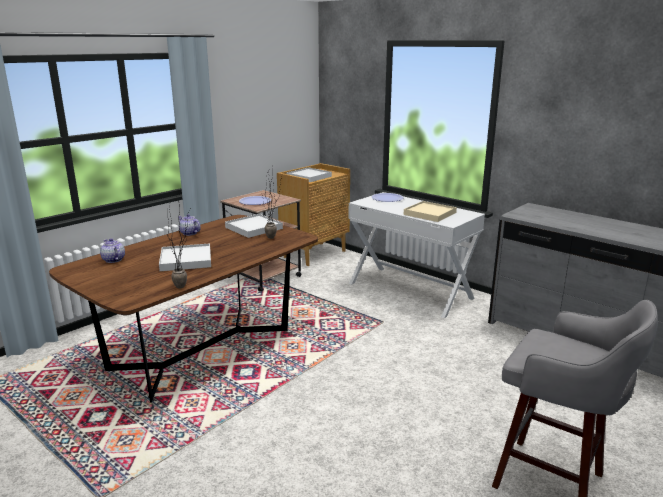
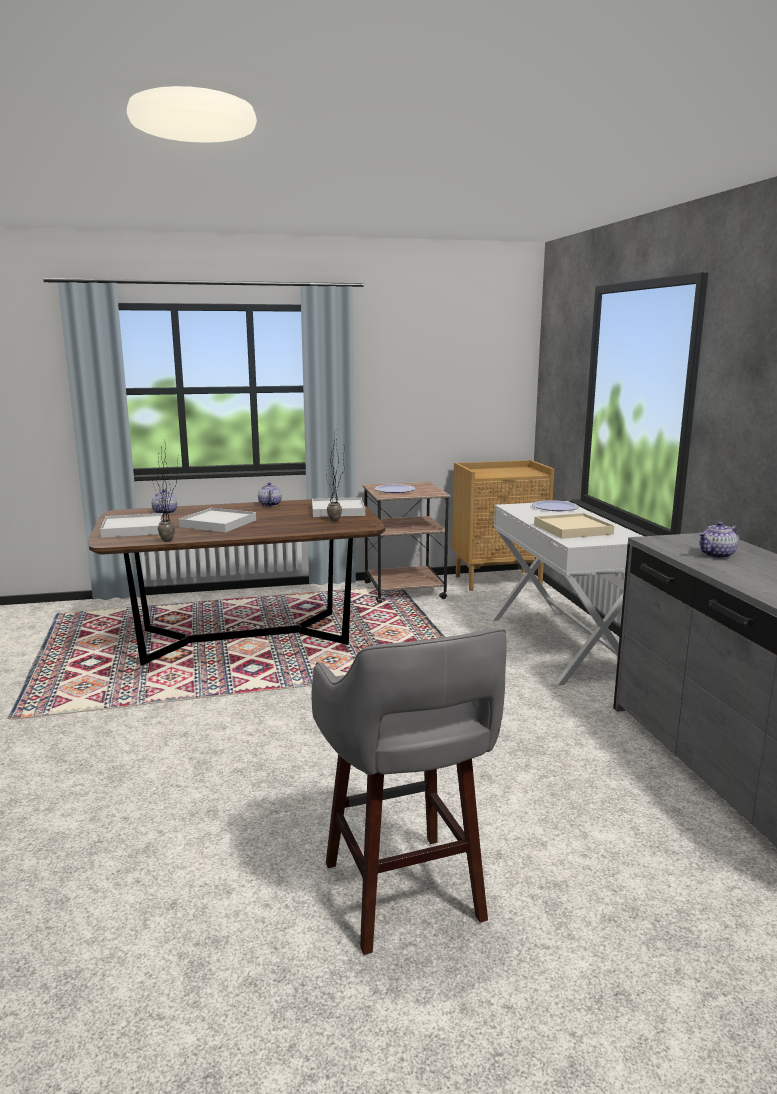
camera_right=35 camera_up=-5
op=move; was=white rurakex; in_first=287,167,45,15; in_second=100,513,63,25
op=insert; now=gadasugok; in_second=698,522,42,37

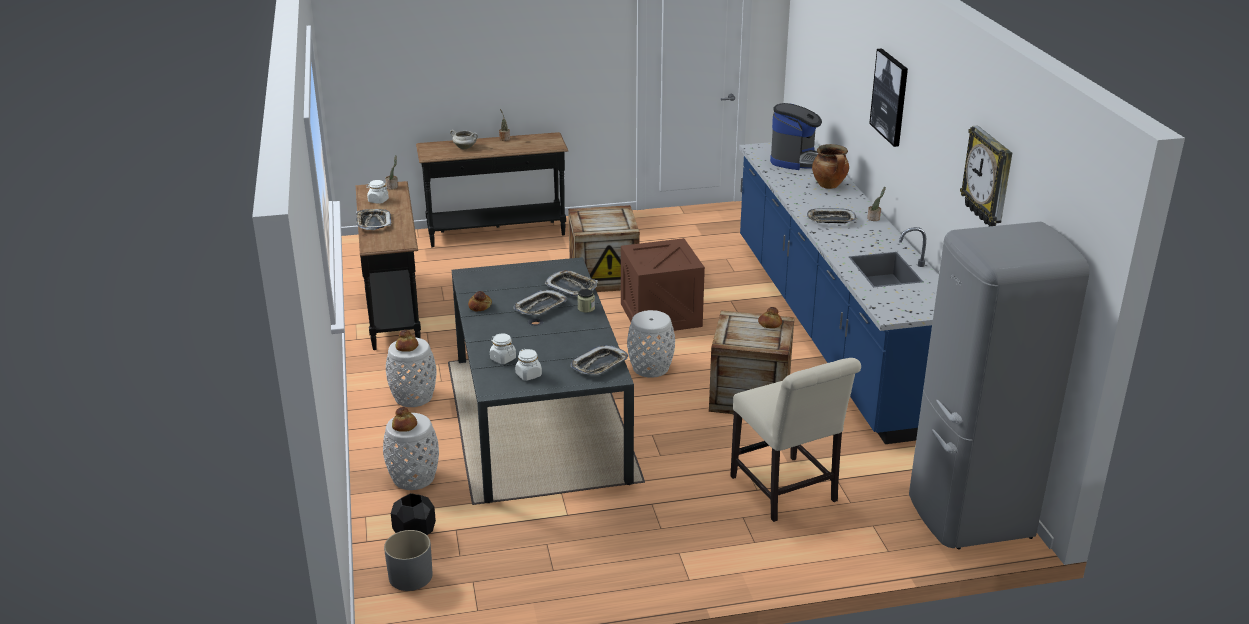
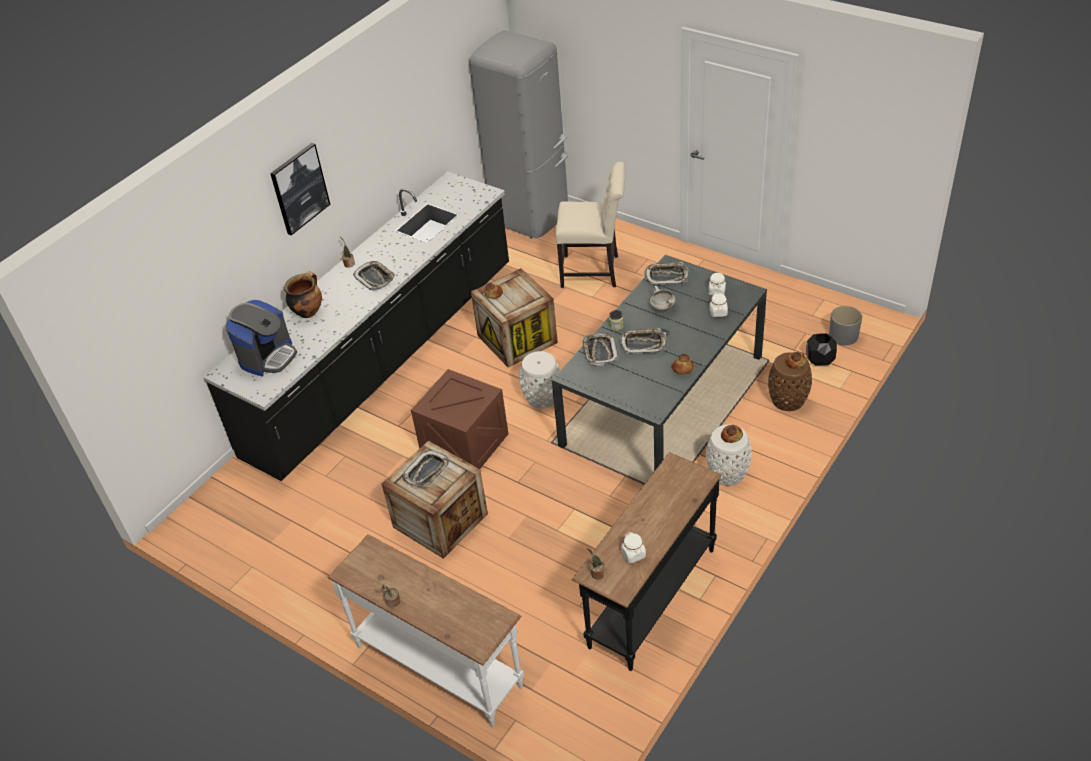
camera_right=-130 camera_up=15
op=rotate; was=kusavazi; in_first=770,103,52,67; in_second=226,300,71,76; clockwise=135
op=delete; was=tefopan; in_first=960,126,52,100
op=move; was=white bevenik; in_first=450,130,28,19; in_second=650,286,26,25
op=recolor; was=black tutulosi; now=white tutulosi; in_first=416,132,152,116; in_second=327,534,197,193
op=recolor; was=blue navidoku; now=black navidoku; in_first=739,142,200,302; in_second=203,171,306,310
op=move; was=rurakex; in_first=356,209,36,21; in_second=403,450,46,37
op=rotate; was=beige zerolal; in_first=730,358,131,164; in_second=555,162,70,126; clockwise=75
op=recolor; was=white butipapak; now=brown butipapak; in_first=383,413,56,77; in_second=768,352,44,59

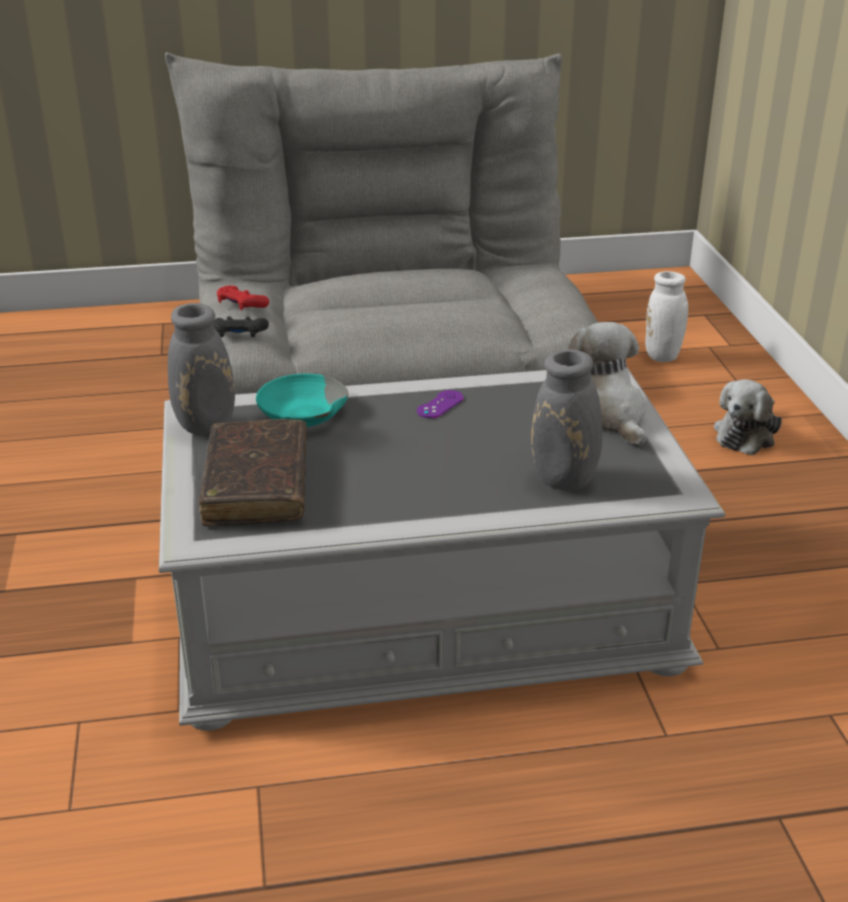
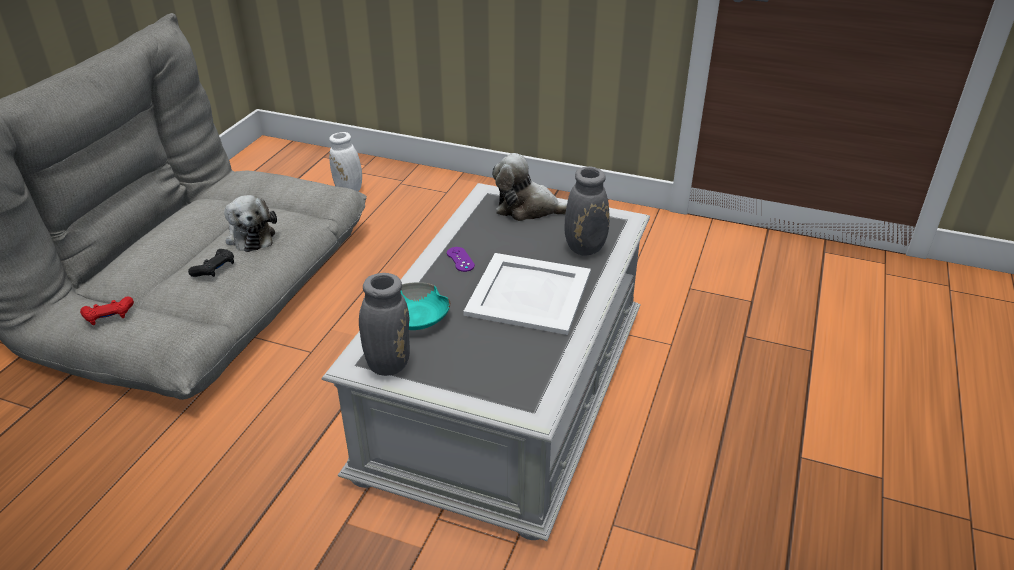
camera_right=-60 camera_up=5
op=move; was=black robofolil; in_first=214,316,55,22; in_second=188,249,46,28
op=move; was=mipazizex; in_first=714,379,68,76; in_second=224,195,53,57
op=delete; was=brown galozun; in_first=199,419,108,107
op=insert; now=white rurakex; in_second=463,253,128,82

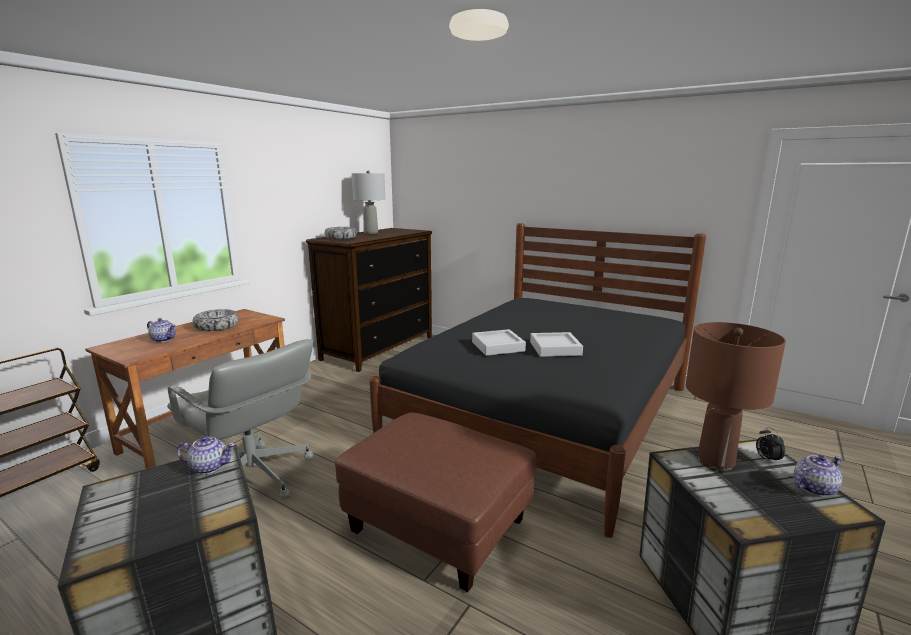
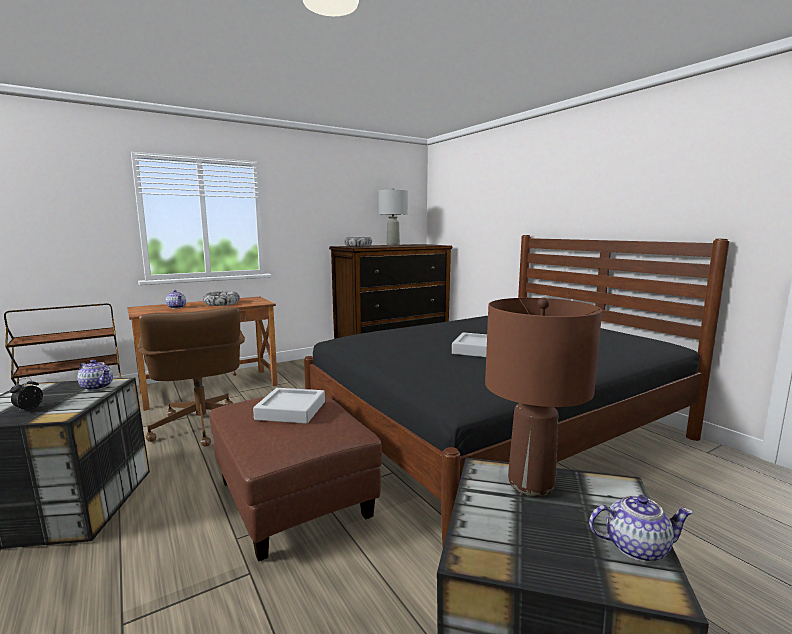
camera_right=25 camera_up=-5
op=move; was=grey rurakex; in_first=472,329,54,27; in_second=253,388,72,36
op=recolor; was=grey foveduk; now=brown foveduk; in_first=167,339,147,161; in_second=138,307,107,139
op=move; was=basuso; in_first=756,427,29,36; in_second=10,378,33,33

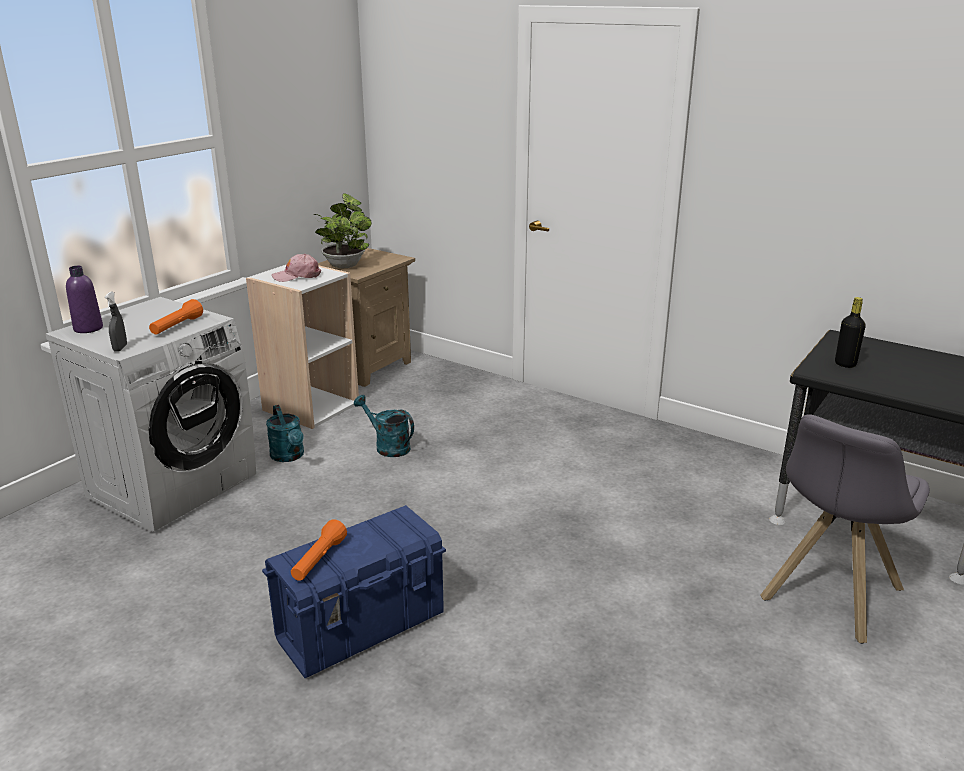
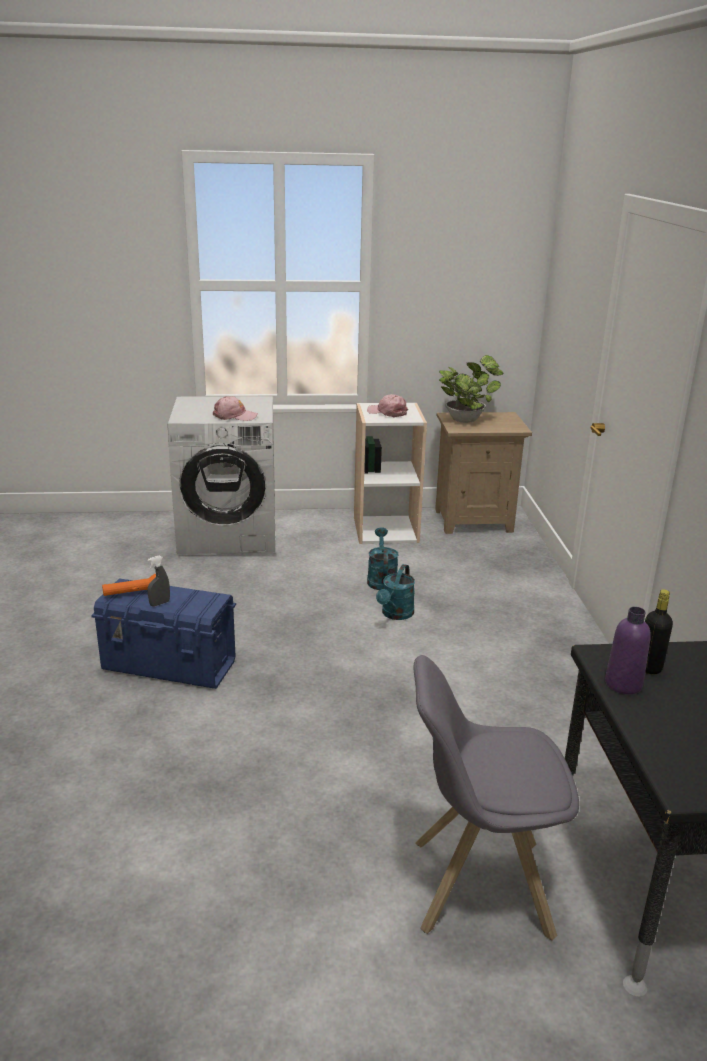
camera_right=50 camera_up=0
op=move; was=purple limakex; in_first=66,266,37,67; in_second=605,607,46,87
op=move; was=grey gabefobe; in_first=105,292,22,60; in_second=147,556,23,51
op=replace; was=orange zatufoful; now=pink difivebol; in_first=149,299,54,36; in_second=213,396,45,25
op=move; was=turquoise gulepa; in_first=266,405,38,57; in_second=376,564,39,56

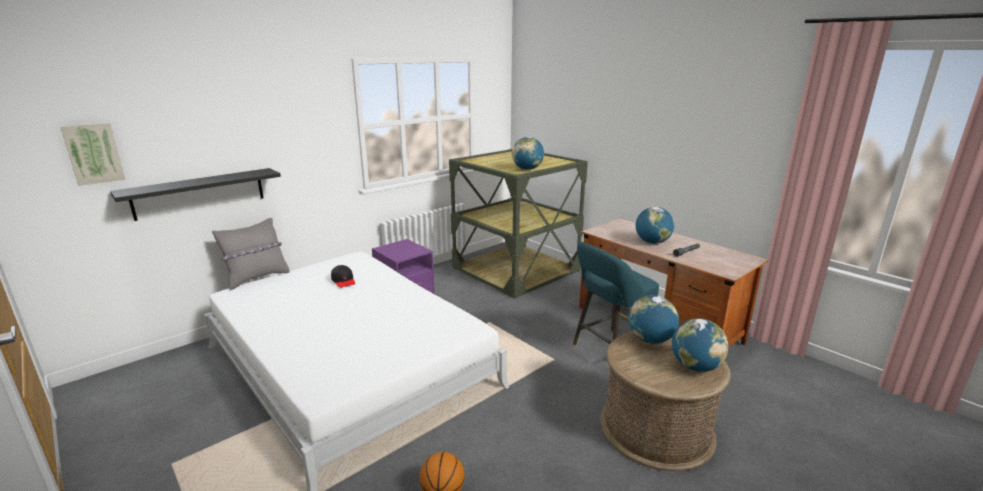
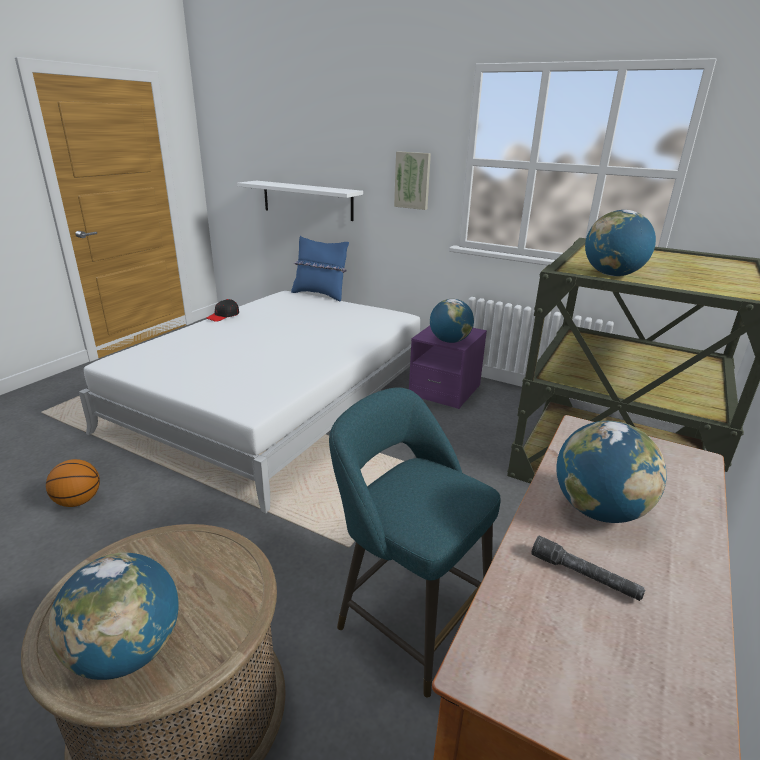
camera_right=70 camera_up=5
op=move; was=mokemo; in_first=60,123,66,63; in_second=394,151,37,59
op=recolor; was=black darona; now=white darona; in_first=110,168,171,53; in_second=237,181,126,40
op=recolor; was=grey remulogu; now=blue remulogu; in_first=212,218,77,72; in_second=291,236,58,65
op=move; was=black difivebol; in_first=331,265,24,23; in_second=206,299,33,23
op=move; was=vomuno; in_first=629,295,50,49; in_second=430,299,44,44

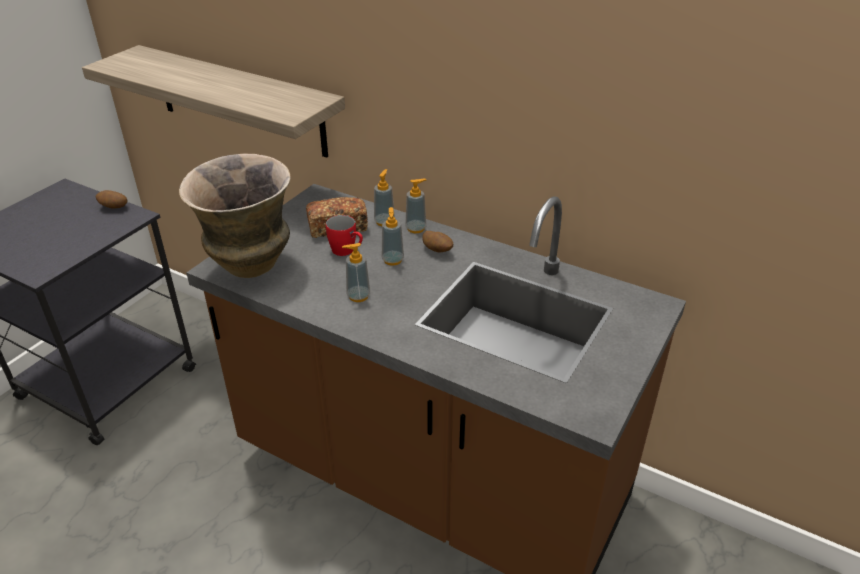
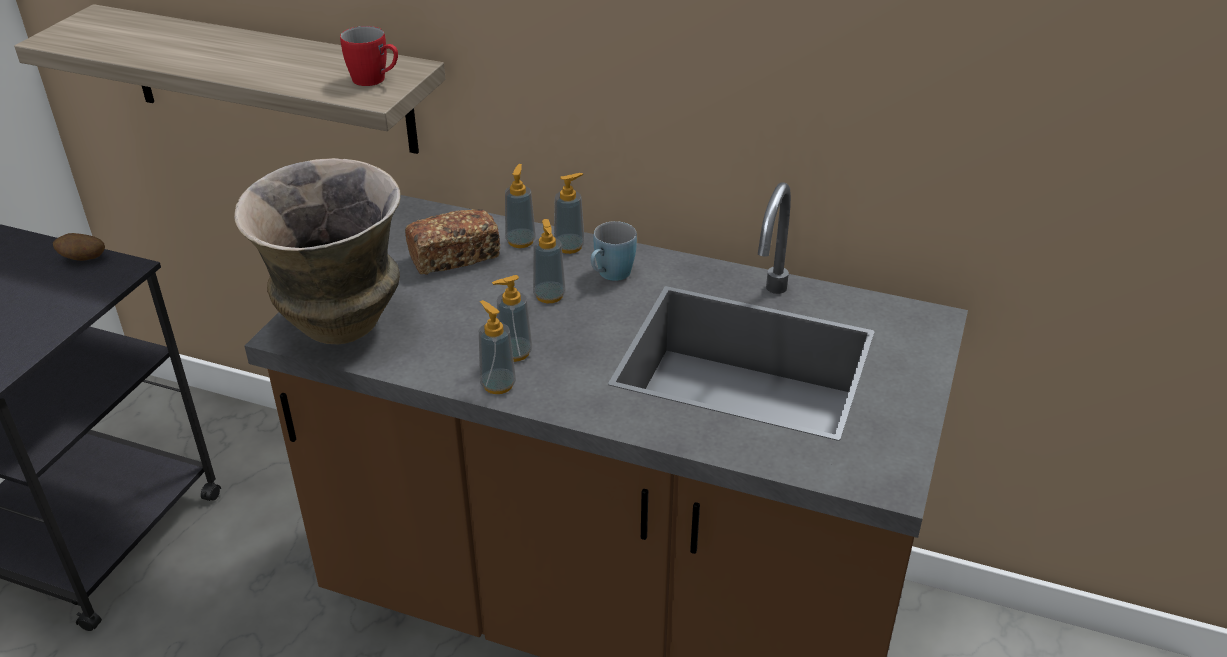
camera_right=-10 camera_up=0
op=move; was=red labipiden; in_first=326,215,37,41; in_second=340,26,58,60
op=replace; was=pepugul; now=blue labipiden; in_first=422,231,31,21; in_second=591,221,46,60
op=insert; now=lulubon; in_second=479,300,37,94

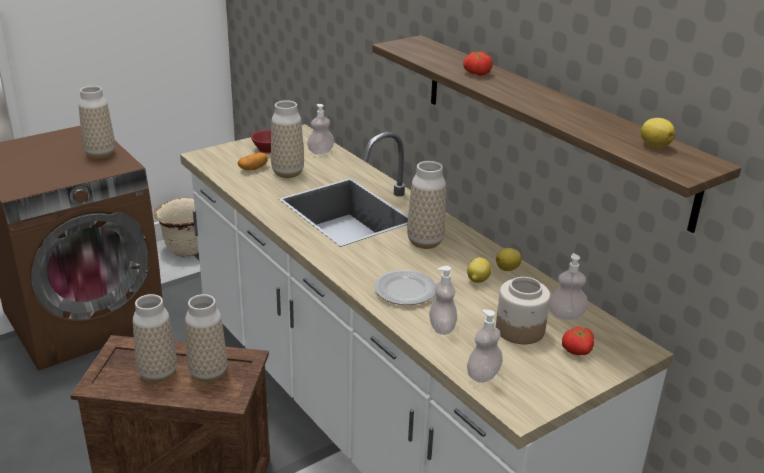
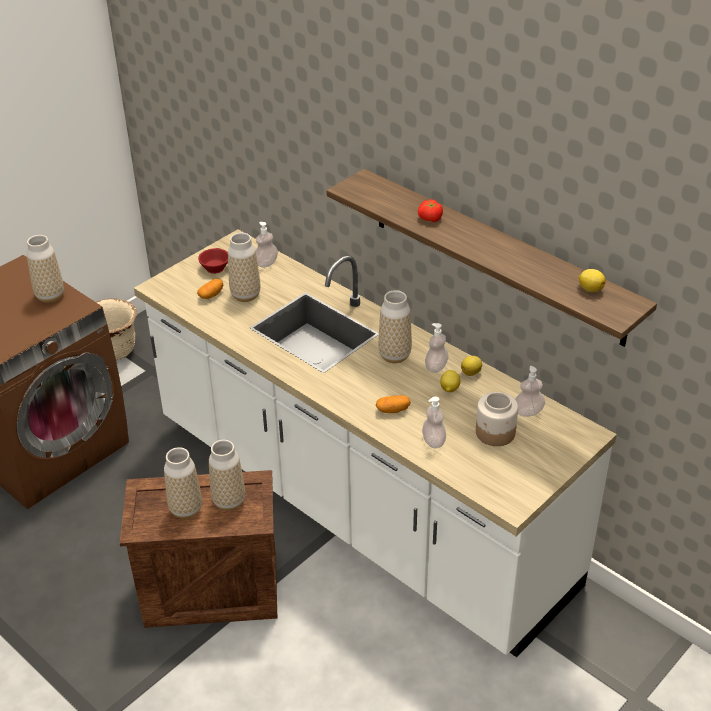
camera_right=-10 camera_up=10
op=replace; was=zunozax; now=pepugul; in_first=374,270,62,35; in_second=376,395,35,18
op=move; was=lulubon; in_first=467,310,36,73; in_second=425,323,24,50
op=delete; was=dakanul; in_first=562,327,32,28

